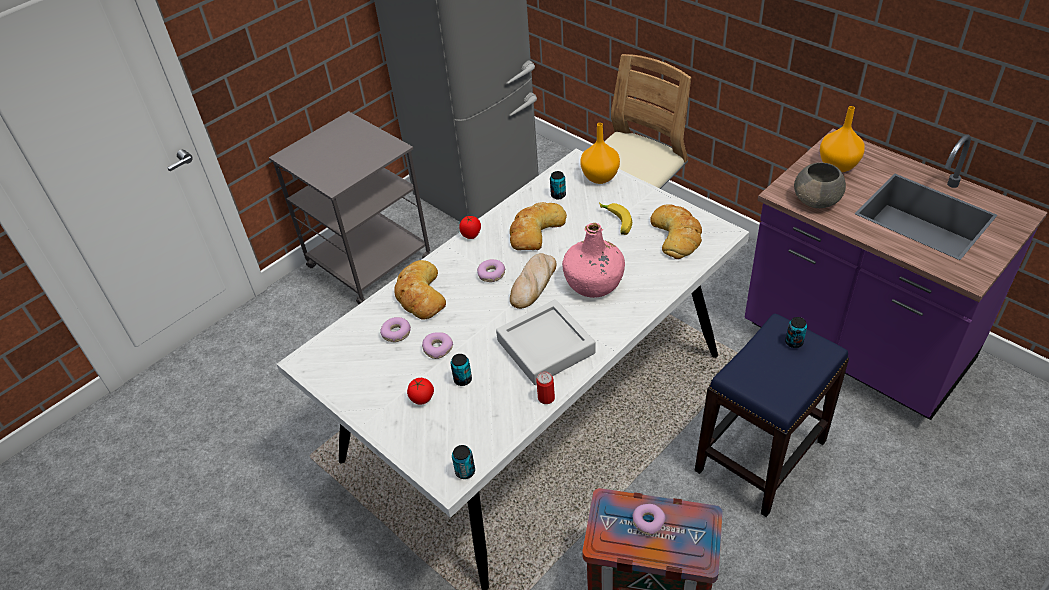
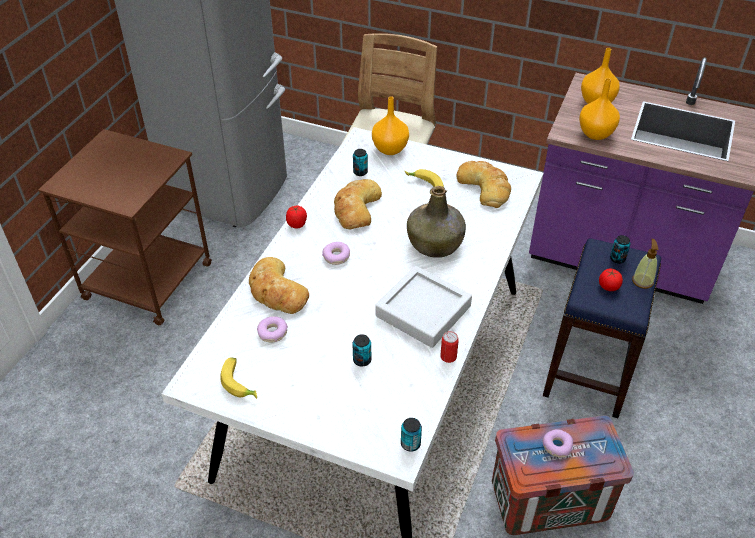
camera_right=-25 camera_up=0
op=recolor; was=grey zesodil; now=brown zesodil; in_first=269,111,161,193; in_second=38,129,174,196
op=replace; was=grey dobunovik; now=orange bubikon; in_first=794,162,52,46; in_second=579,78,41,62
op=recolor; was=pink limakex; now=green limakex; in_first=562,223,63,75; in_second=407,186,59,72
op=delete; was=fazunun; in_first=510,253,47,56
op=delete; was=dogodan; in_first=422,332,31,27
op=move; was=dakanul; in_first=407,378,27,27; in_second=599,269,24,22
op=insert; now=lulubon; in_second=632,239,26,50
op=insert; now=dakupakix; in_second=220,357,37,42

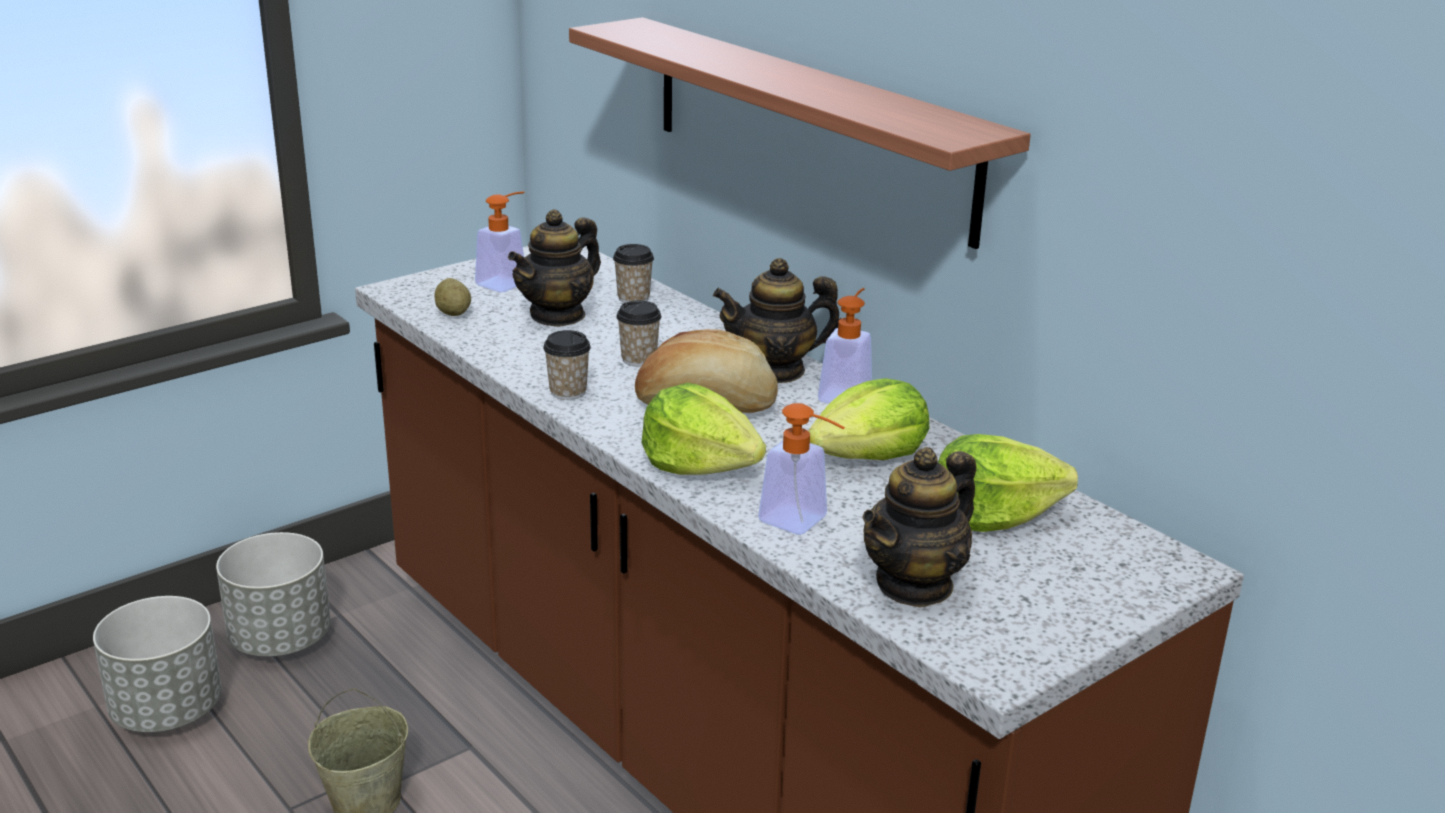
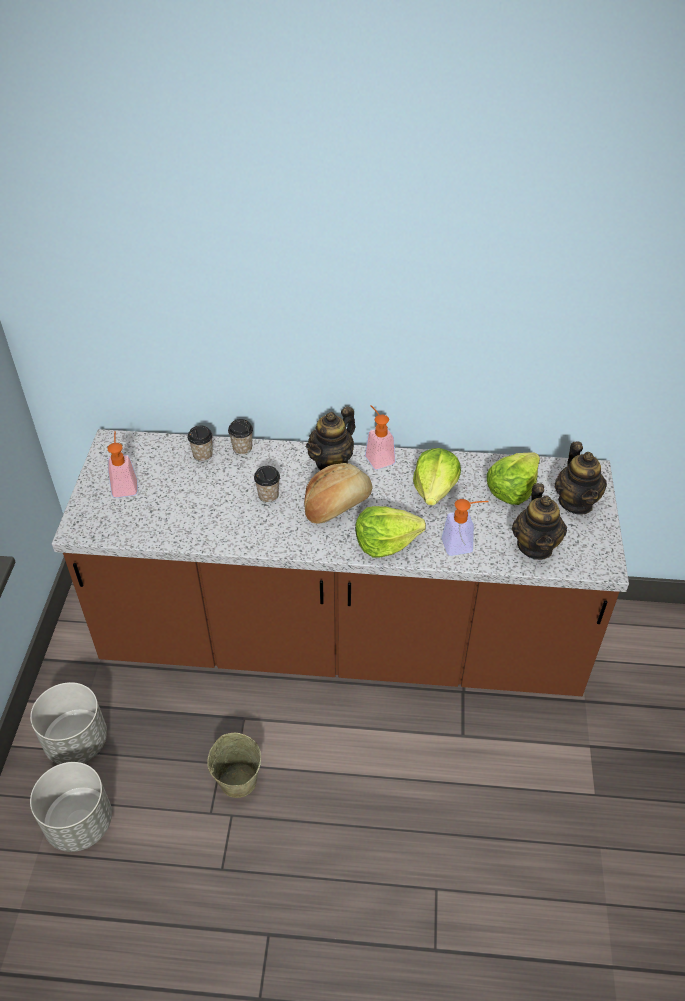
camera_right=-45 camera_up=20
op=delete; was=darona; in_first=569,17,462,232
op=move; was=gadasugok; in_first=508,209,93,118; in_second=555,442,52,73
op=delete; was=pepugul; in_first=435,278,36,38
op=move; was=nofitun; in_first=543,330,48,70; in_second=228,419,25,36

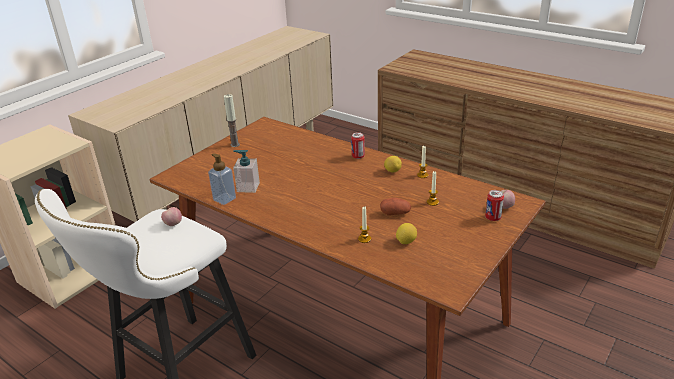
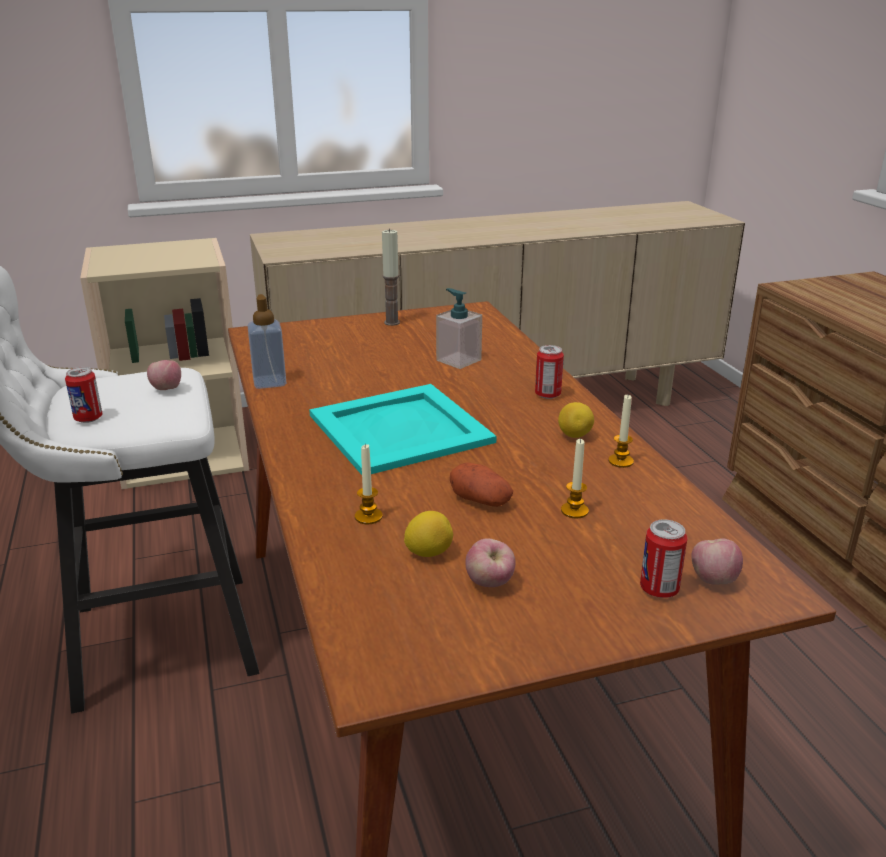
camera_right=35 camera_up=-5
op=move; was=lulubon; in_first=233,150,27,43; in_second=436,288,46,81
op=insert; now=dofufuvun; in_second=65,367,38,56
op=insert; now=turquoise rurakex; in_second=309,384,188,91
op=insert; now=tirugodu; in_second=465,538,51,49

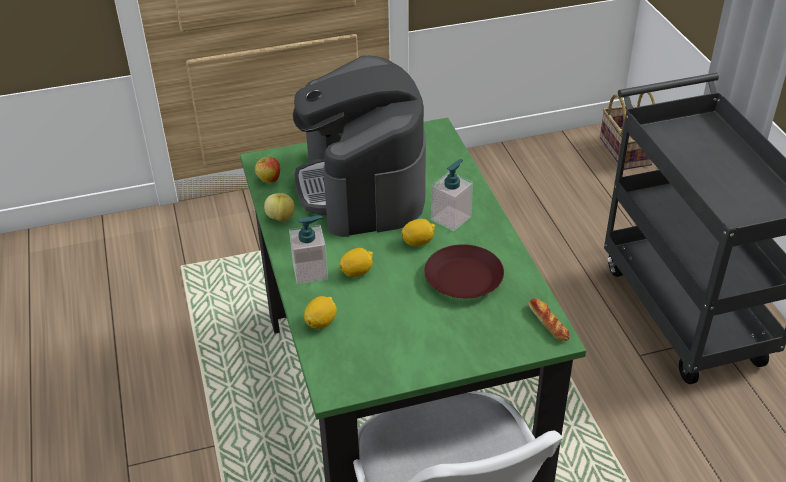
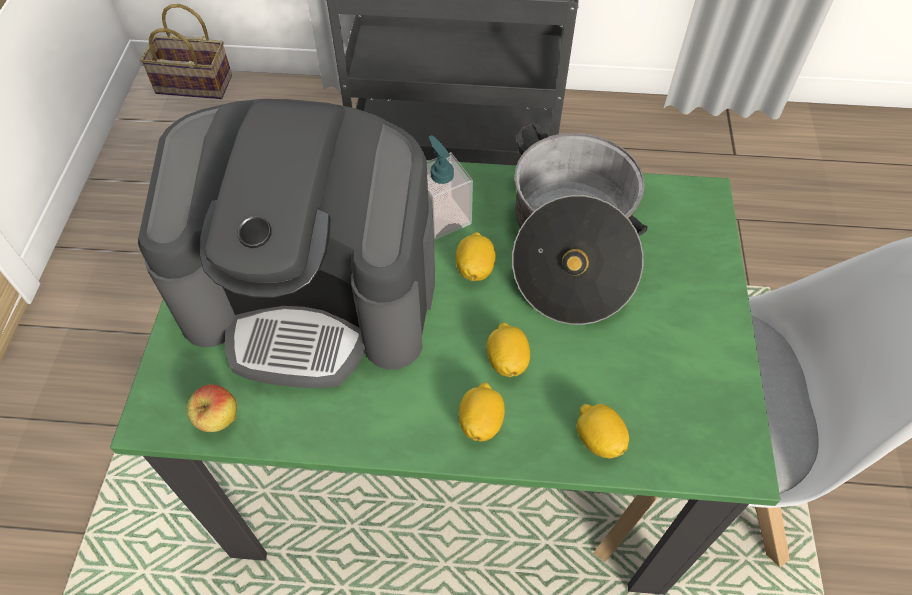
camera_right=-70 camera_up=15
op=delete; was=tirugodu; in_first=264,193,31,29
op=replace; was=lulubon; now=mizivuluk; in_first=289,216,39,68; in_second=459,382,46,59
op=replace; was=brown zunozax; now=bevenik; in_first=424,244,80,54; in_second=512,122,136,203
op=delete; was=fazunun; in_first=529,298,41,43

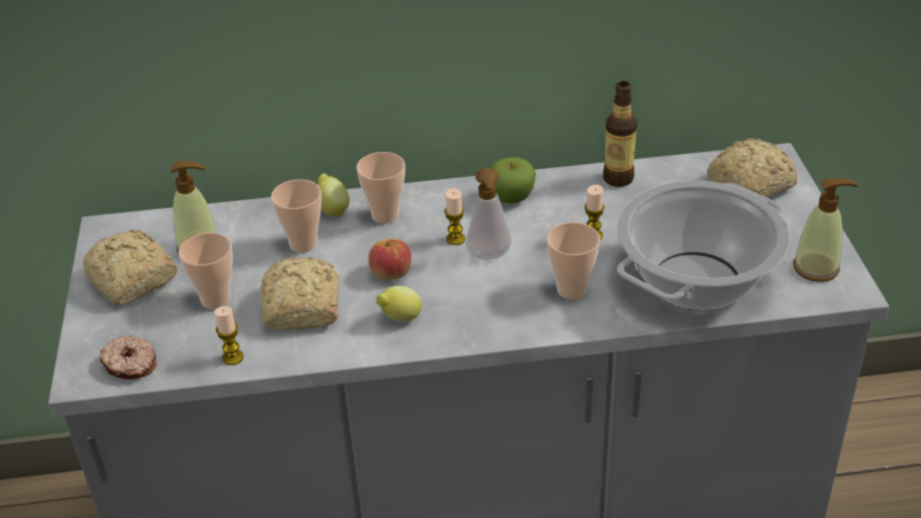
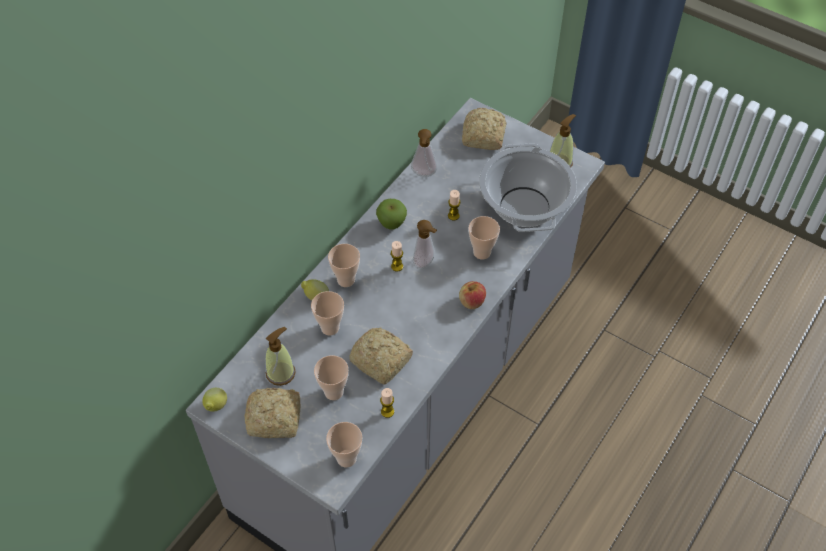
camera_right=-50 camera_up=15
op=replace; was=limakex; now=lulubon; in_first=603,81,34,106; in_second=411,129,27,48
op=move; was=tirugodu; in_first=368,238,43,42; in_second=459,281,27,28
op=move; was=mizivuluk; in_first=376,286,46,36; in_second=202,388,25,24
op=replace; was=dogodan; now=nofitun; in_first=100,335,57,44; in_second=326,422,36,45

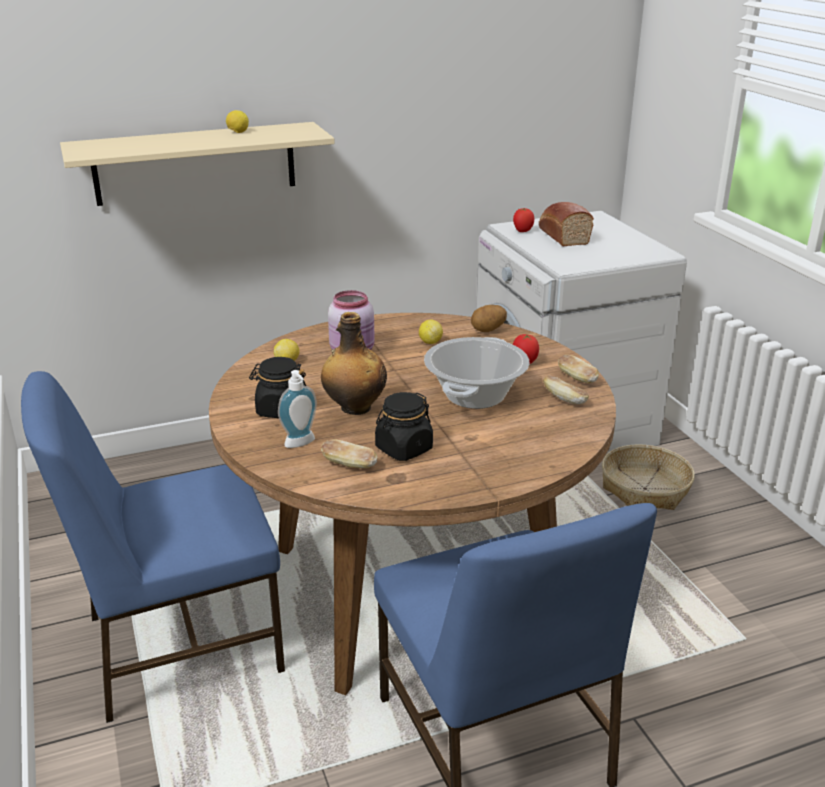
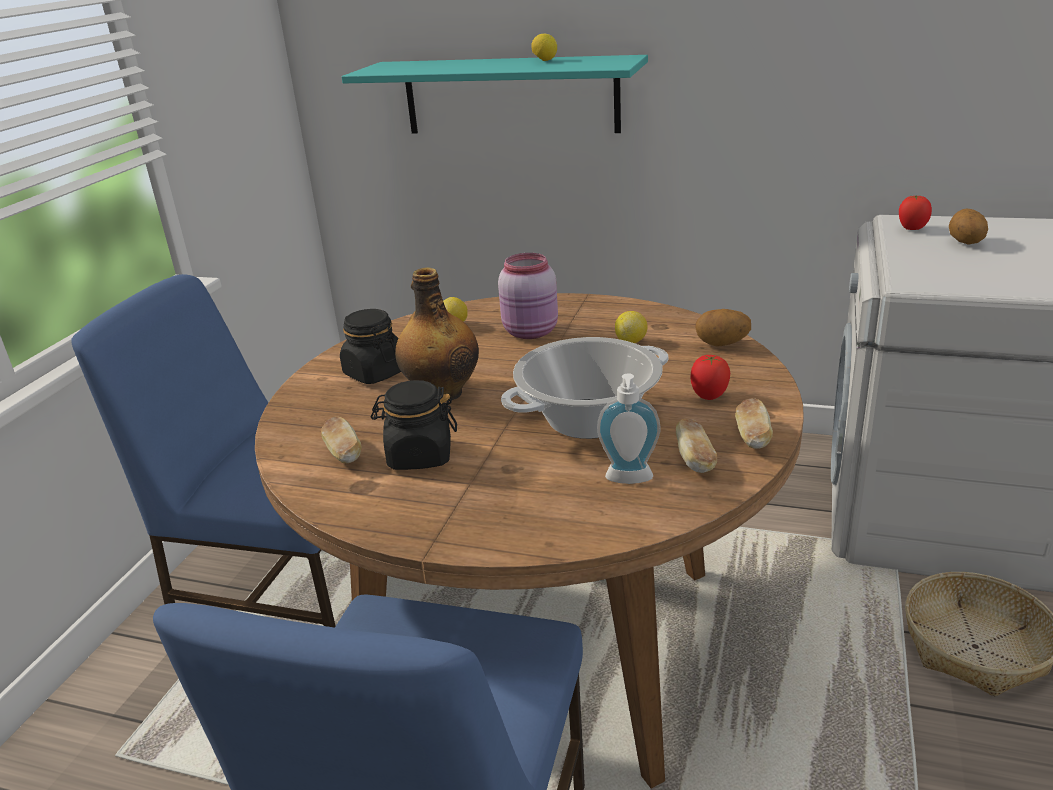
camera_right=40 camera_up=0
op=recolor; was=beige darona; now=turquoise darona; in_first=60,122,275,84; in_second=342,55,306,79
op=replace; was=fazunun; now=pepugul; in_first=539,202,55,44; in_second=949,208,39,37
op=move; was=lulubon; in_first=278,370,39,78; in_second=597,373,63,111

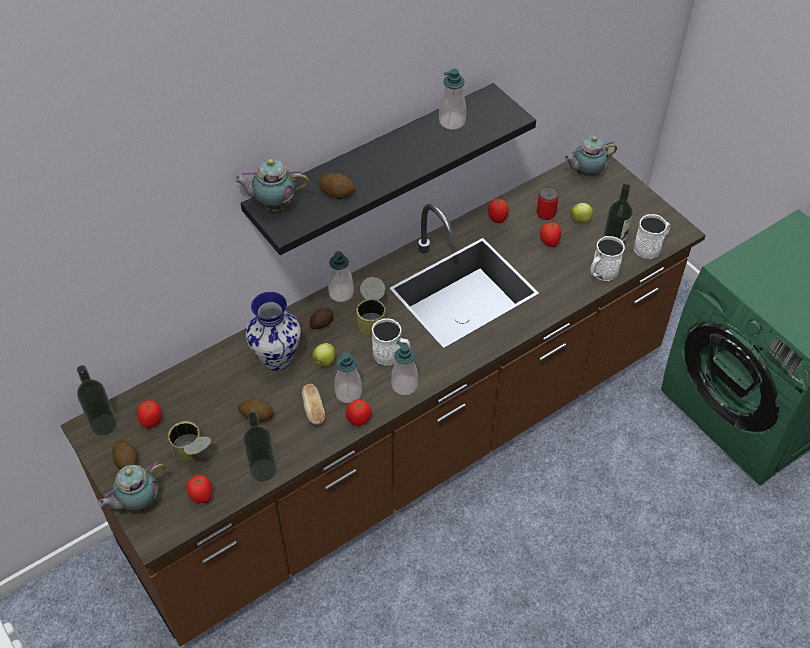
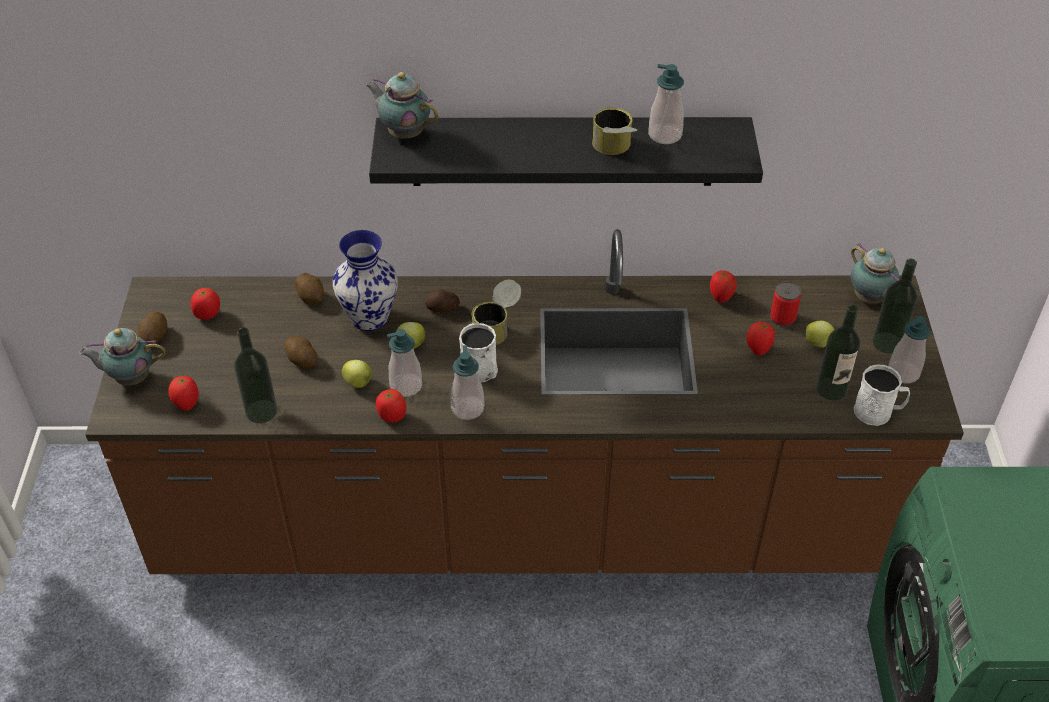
camera_right=35 camera_up=-5
op=rotate; was=gadasugok; in_first=564,136,53,42; in_second=851,244,48,60; clockwise=-135
op=move; was=pepugul; in_first=319,173,36,26; in_second=295,273,29,31
op=delete; was=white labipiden; in_first=590,236,35,45
op=move; was=lulubon; in_first=328,251,26,51; in_second=888,316,42,68
op=move; was=limakex; in_first=77,365,40,70; in_second=872,259,45,95
op=replace; was=fazunun; now=tirugodu; in_first=302,384,23,41; in_second=342,360,30,28
op=move; was=dofufuvun; in_first=168,421,43,40; in_second=592,107,46,48

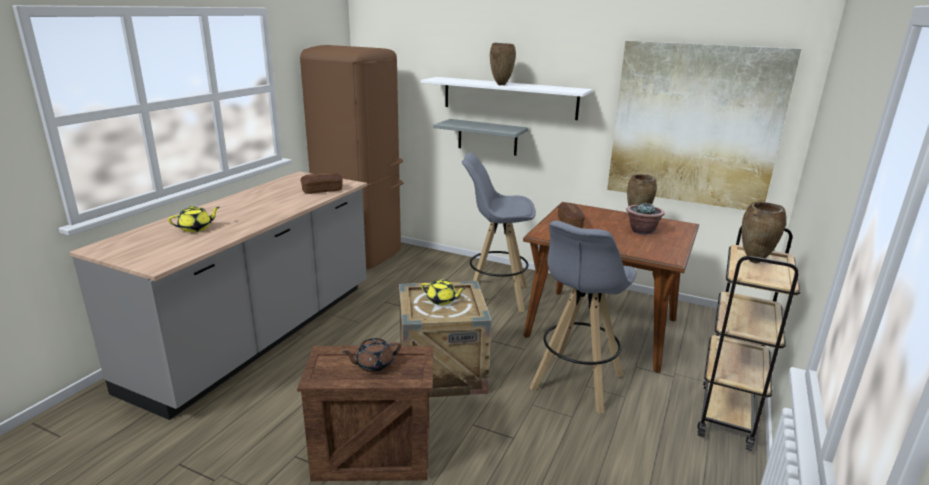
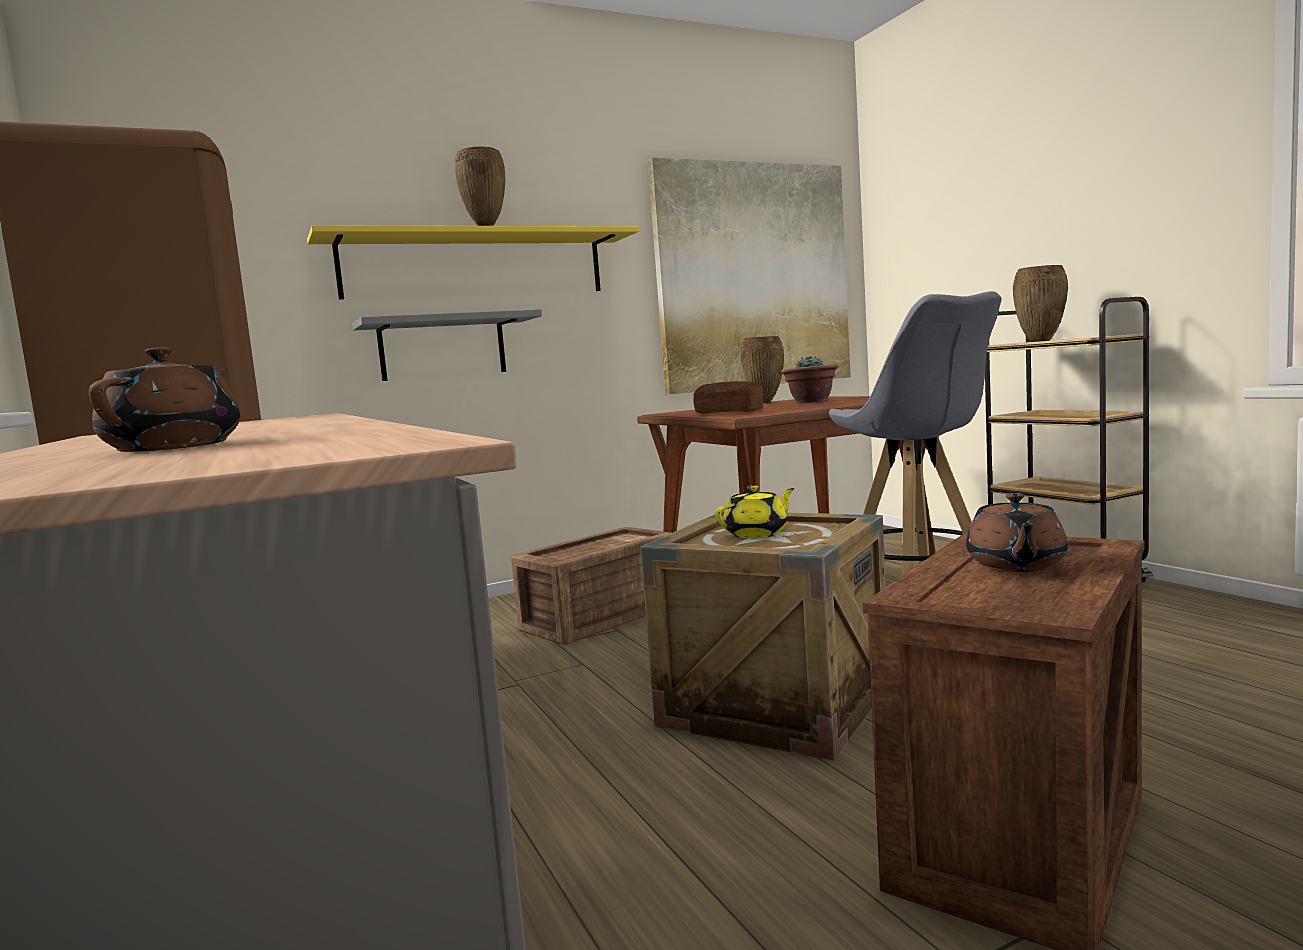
camera_right=-50 camera_up=-15
op=recolor; was=white darona; now=yellow darona; in_first=420,77,173,43; in_second=307,225,332,75
op=replace; was=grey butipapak; now=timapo; in_first=462,152,74,160; in_second=511,527,160,118
op=delete; was=fazunun; in_first=300,173,43,21
op=recolor; was=yellow gadasugok; now=brown gadasugok; in_first=168,206,51,26; in_second=89,347,151,105

